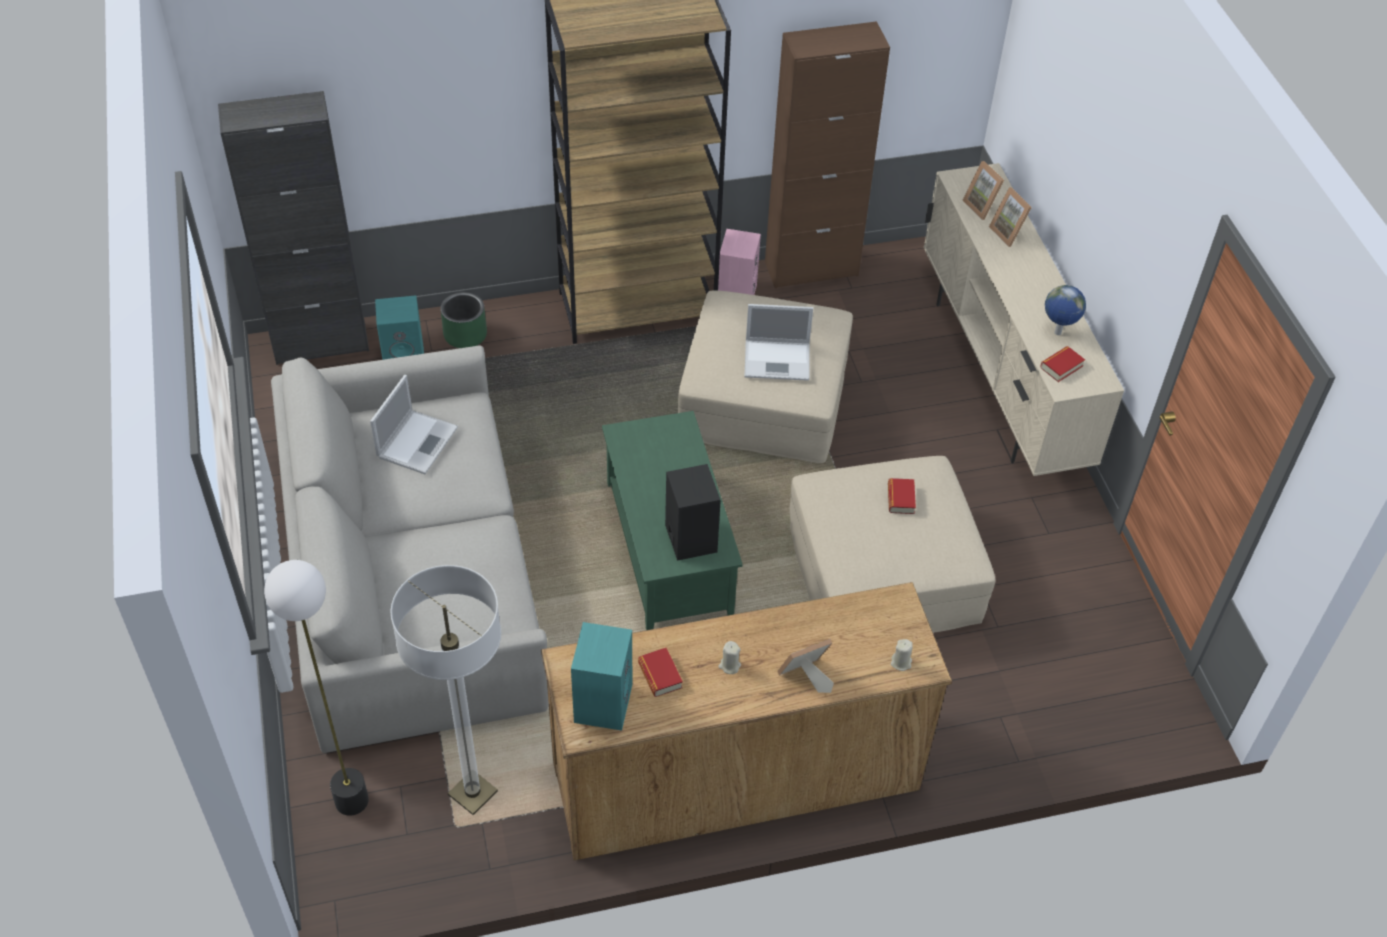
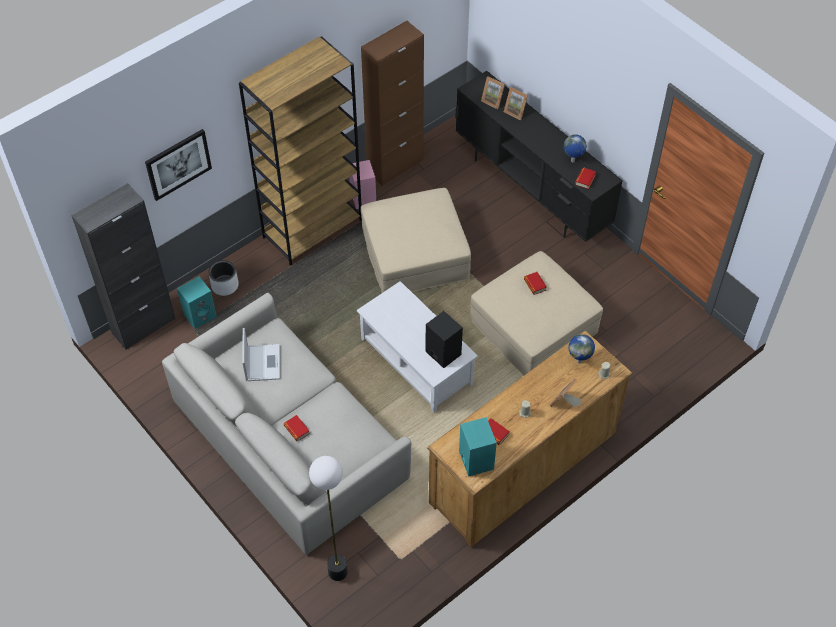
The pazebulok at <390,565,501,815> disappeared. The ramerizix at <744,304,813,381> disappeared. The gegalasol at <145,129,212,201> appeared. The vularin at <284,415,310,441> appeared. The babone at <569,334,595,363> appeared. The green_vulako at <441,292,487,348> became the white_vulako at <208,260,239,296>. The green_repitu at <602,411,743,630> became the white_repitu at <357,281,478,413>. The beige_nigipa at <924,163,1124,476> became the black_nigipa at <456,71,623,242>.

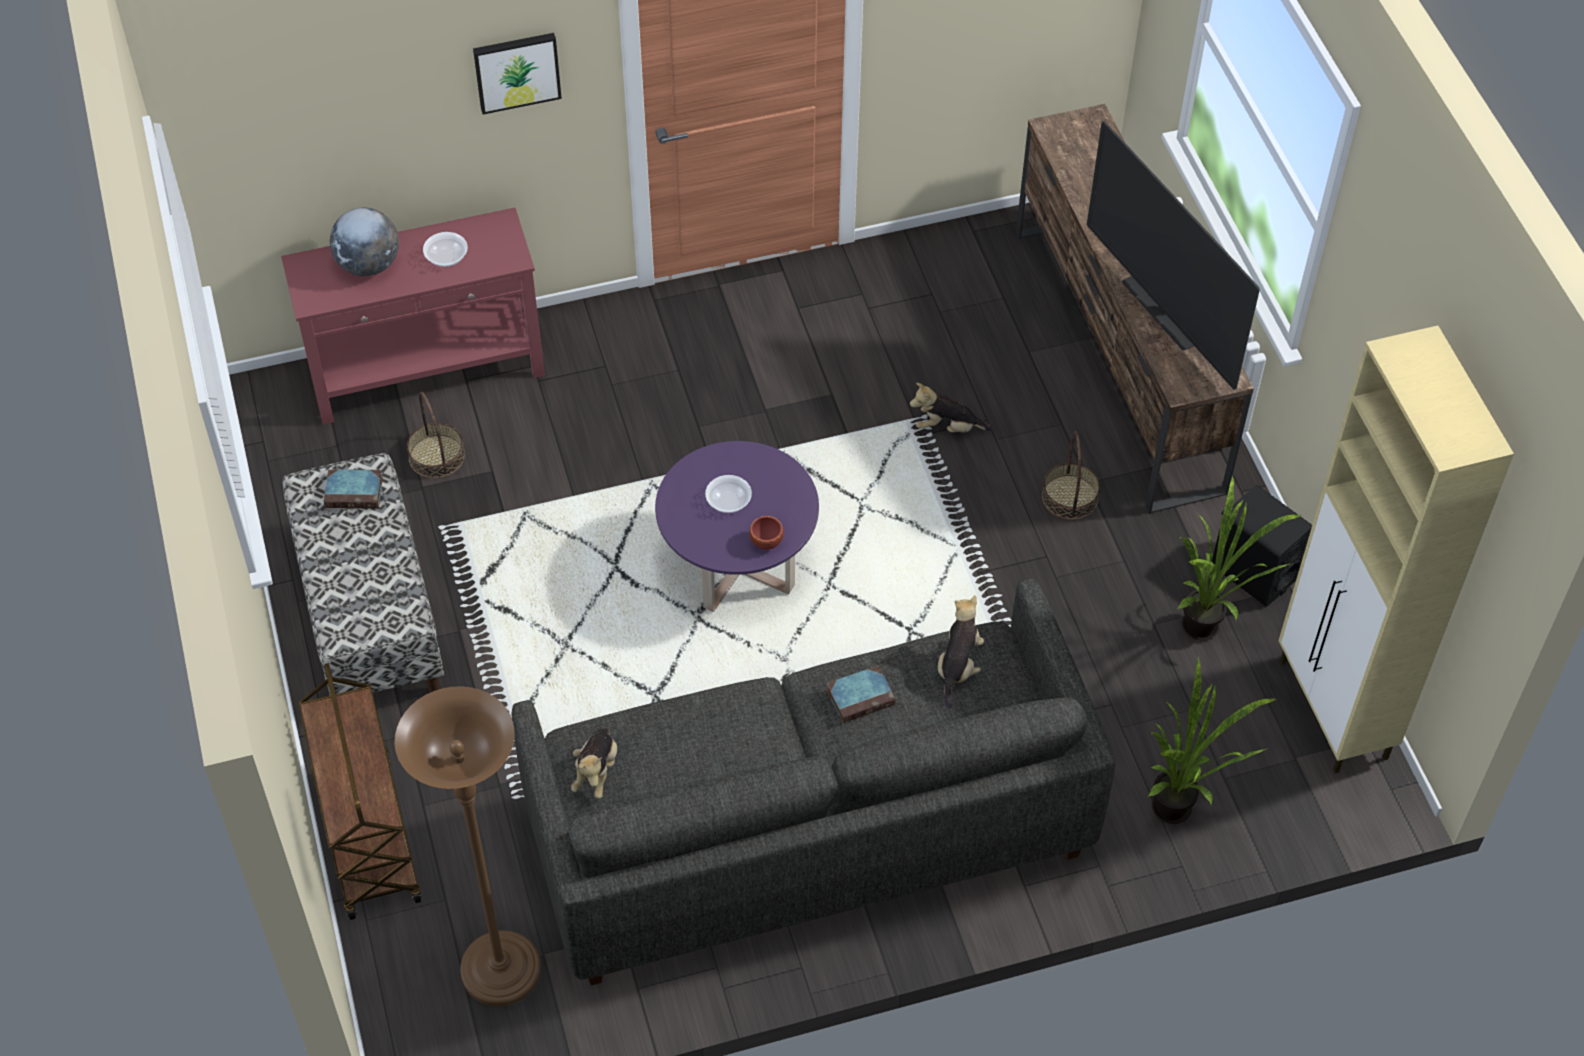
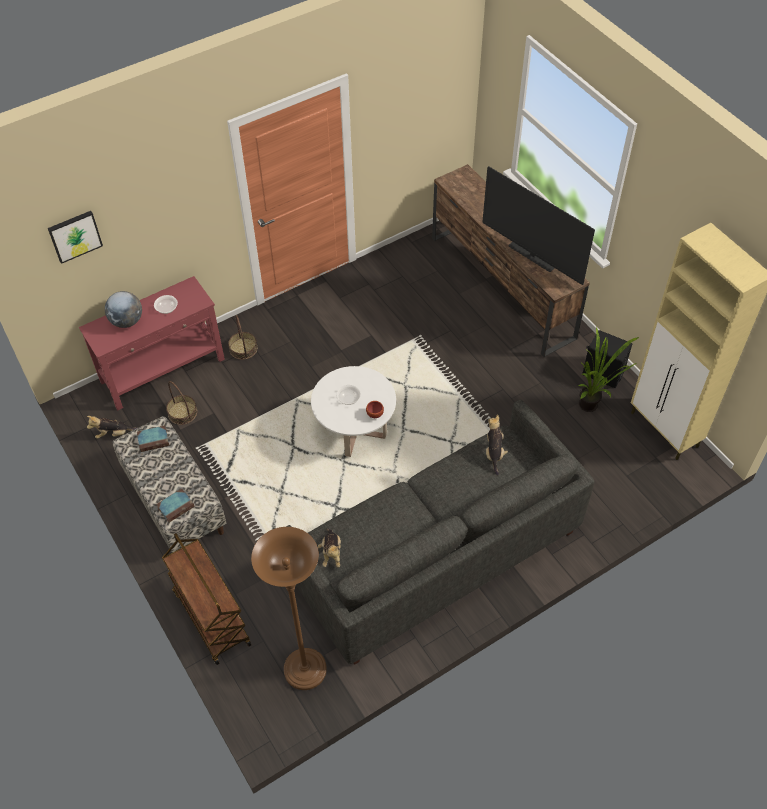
The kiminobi at <1147,656,1276,824> disappeared. The gegalasol moved from <473,33,562,115> to <48,211,103,264>. The vularin moved from <826,666,896,723> to <156,488,194,522>. The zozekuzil moved from <910,383,993,433> to <87,416,137,438>. The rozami moved from <1042,431,1100,520> to <228,315,258,360>. The purple_repitu at <655,441,819,612> became the white_repitu at <311,366,396,457>.

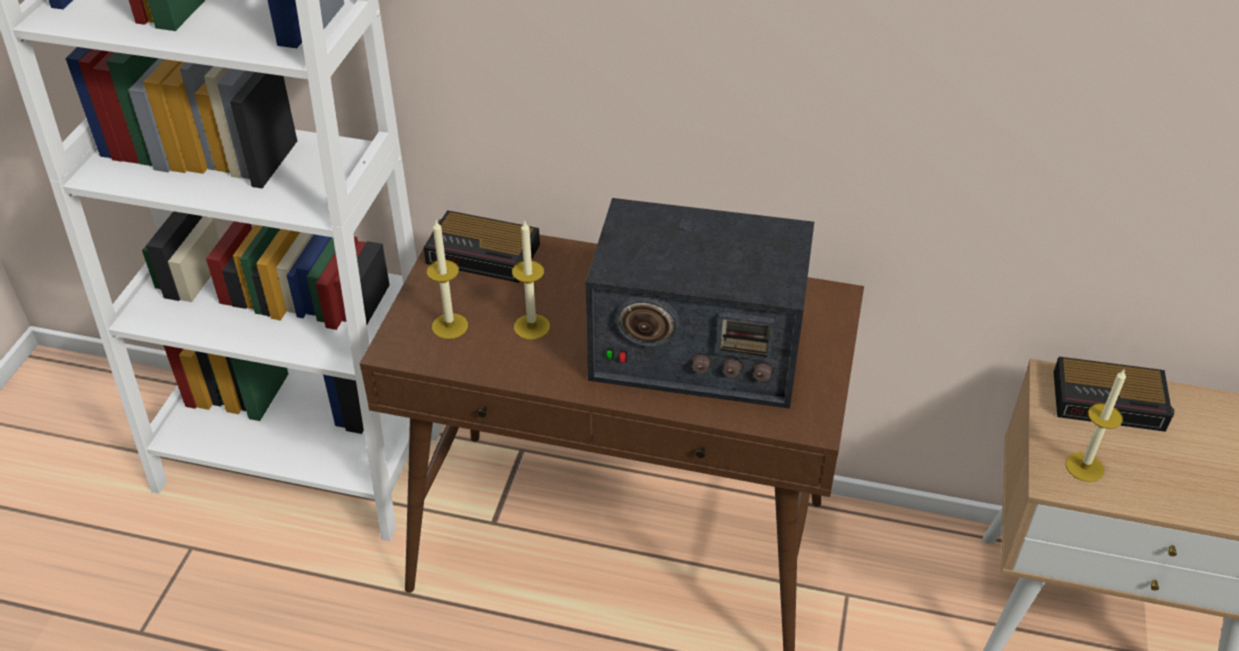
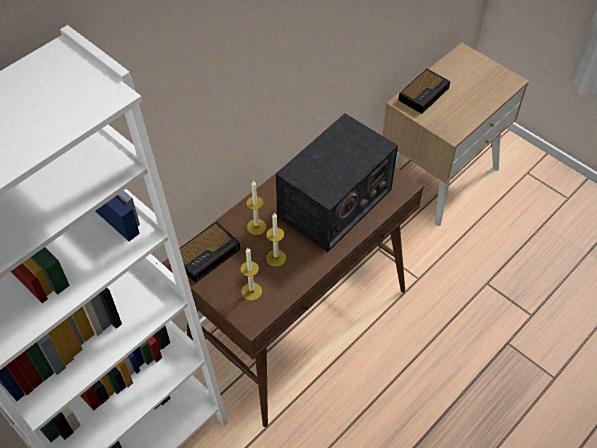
The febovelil moved from <1066,368,1126,482> to <246,181,266,235>.

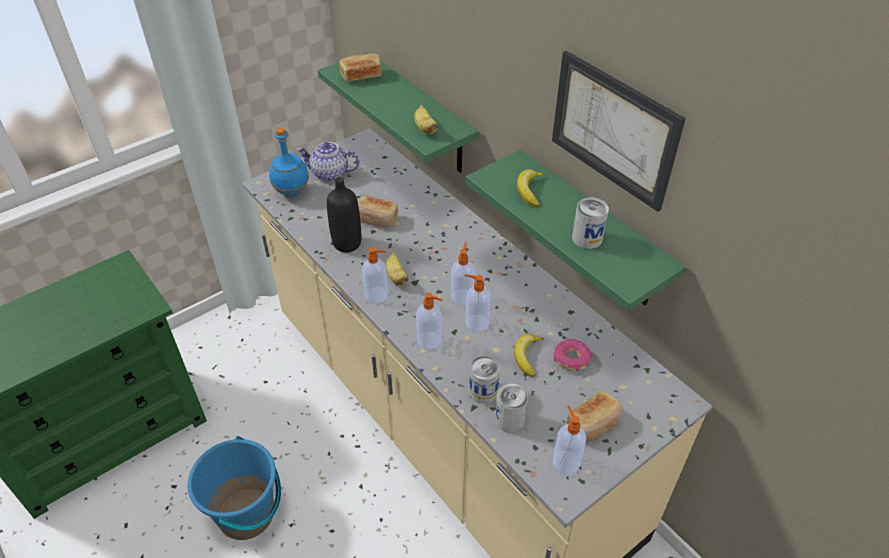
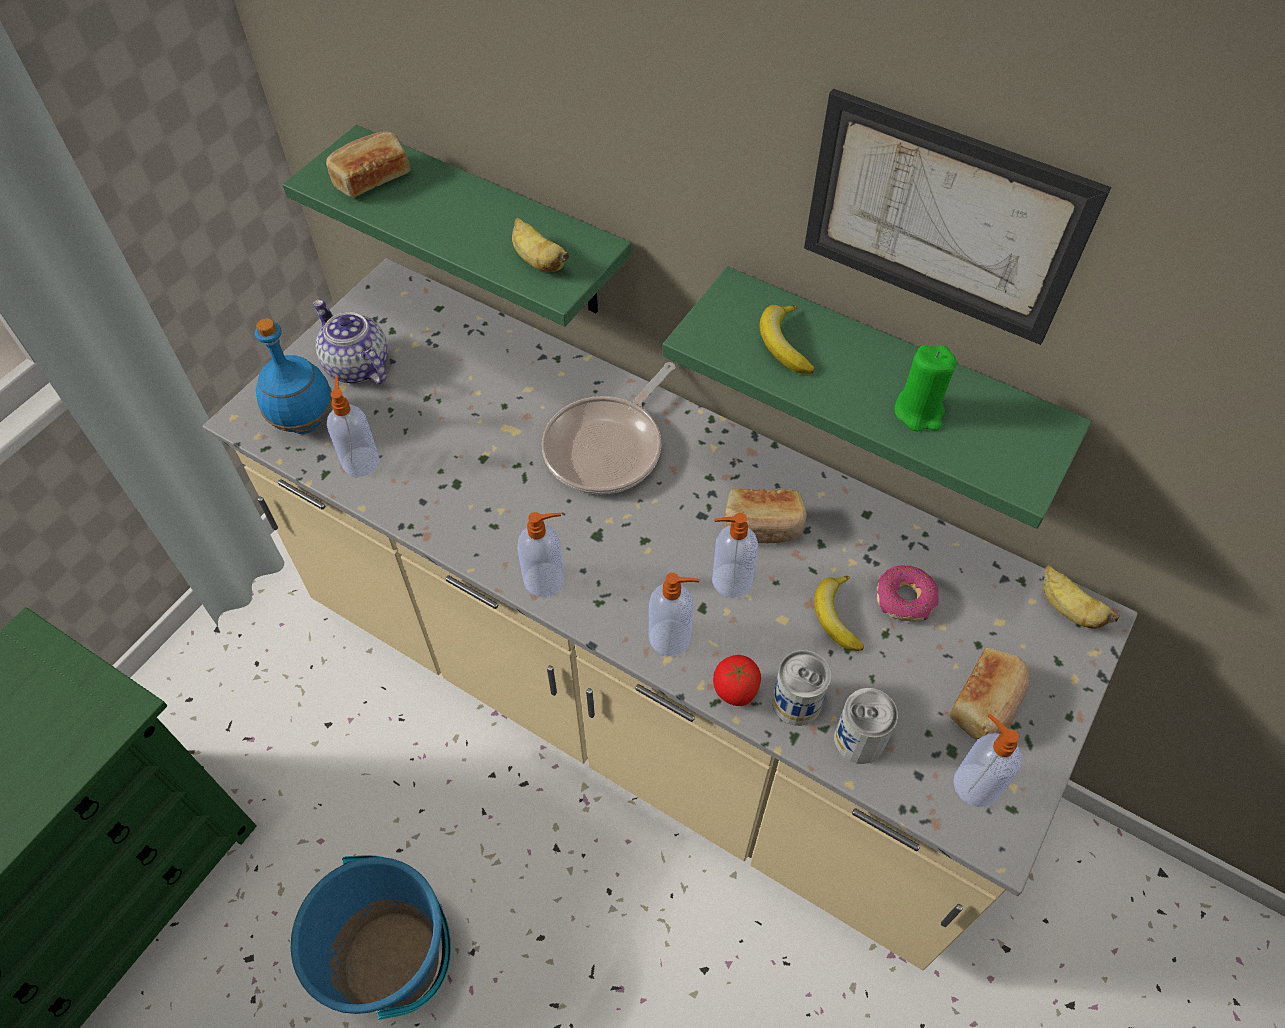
The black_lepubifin at <327,177,361,253> disappeared. The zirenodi at <542,362,675,495> appeared. The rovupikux at <713,655,761,706> appeared. The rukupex moved from <358,195,398,227> to <723,488,807,543>. The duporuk moved from <386,252,409,285> to <1043,565,1119,629>. The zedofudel moved from <451,242,475,305> to <327,376,380,476>. The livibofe at <572,197,609,249> was replaced by the green_febovelil at <894,345,957,431>. The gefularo at <296,142,360,181> turned 60 degrees clockwise.

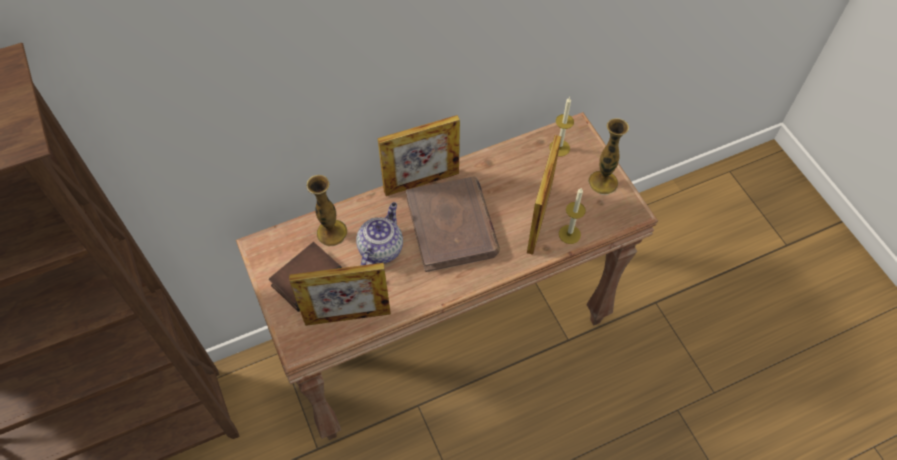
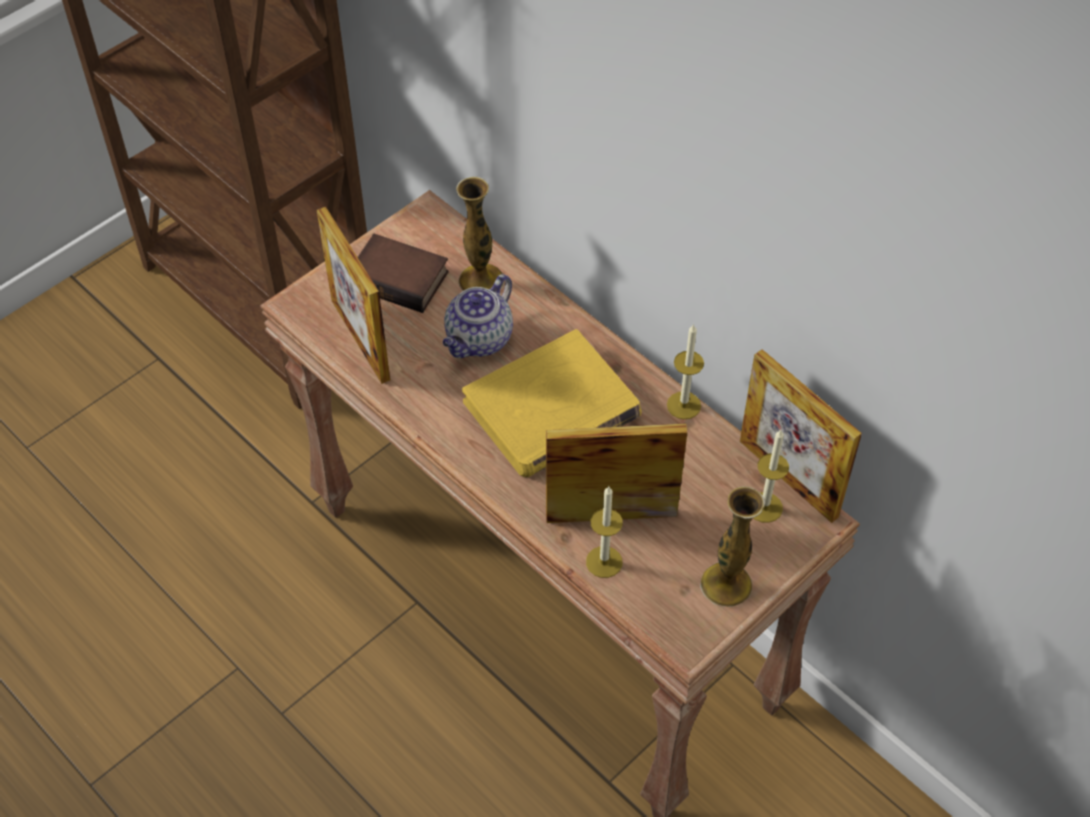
The febovelil at <667,324,704,419> appeared. The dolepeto moved from <378,115,460,196> to <740,349,862,523>. The brown_vularin at <406,176,500,272> became the yellow_vularin at <462,329,641,477>. The gefularo at <356,202,403,265> turned 120 degrees clockwise.

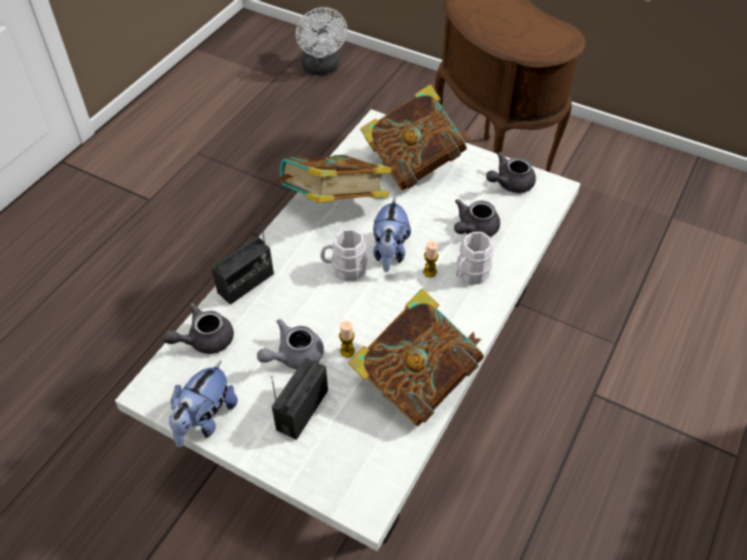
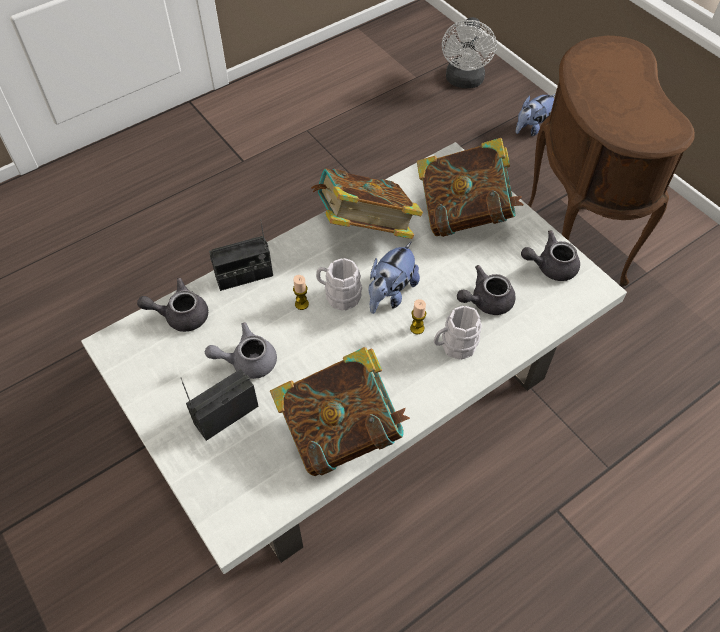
The zozekuzil moved from <169,360,238,448> to <516,94,555,136>. The febovelil moved from <339,321,355,357> to <293,275,309,310>.

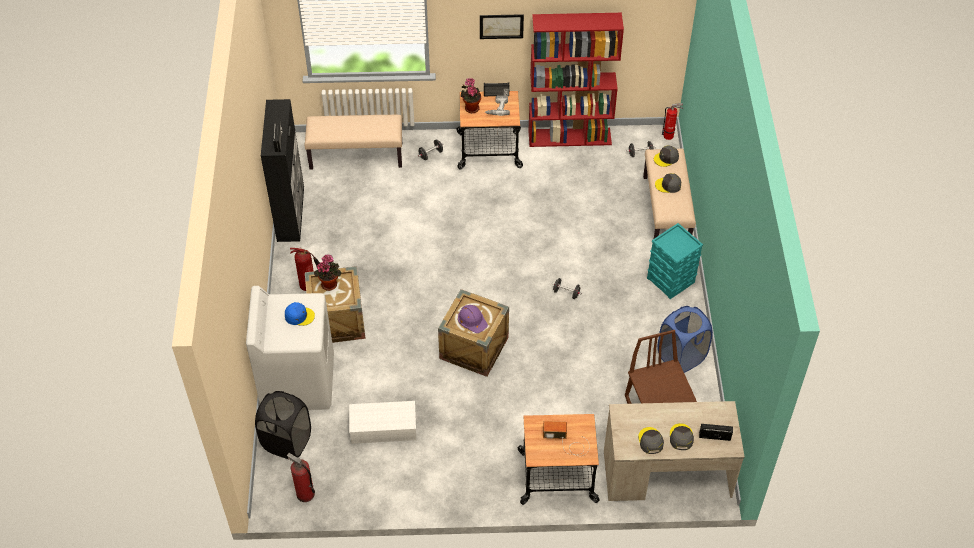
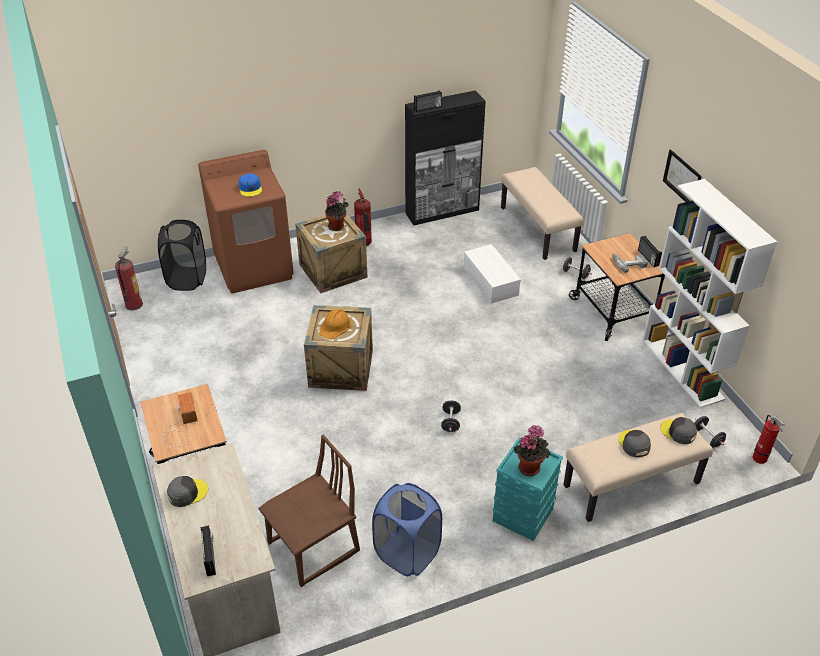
The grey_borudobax at <670,423,694,450> disappeared. The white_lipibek moved from <349,401,416,444> to <464,244,521,304>. The kiminobi moved from <461,78,481,113> to <514,425,550,476>. The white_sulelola at <246,286,334,410> became the brown_sulelola at <198,150,294,293>. The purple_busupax at <458,305,488,333> became the orange_busupax at <319,309,351,340>. The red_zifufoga at <528,13,624,147> became the white_zifufoga at <642,179,777,408>.

